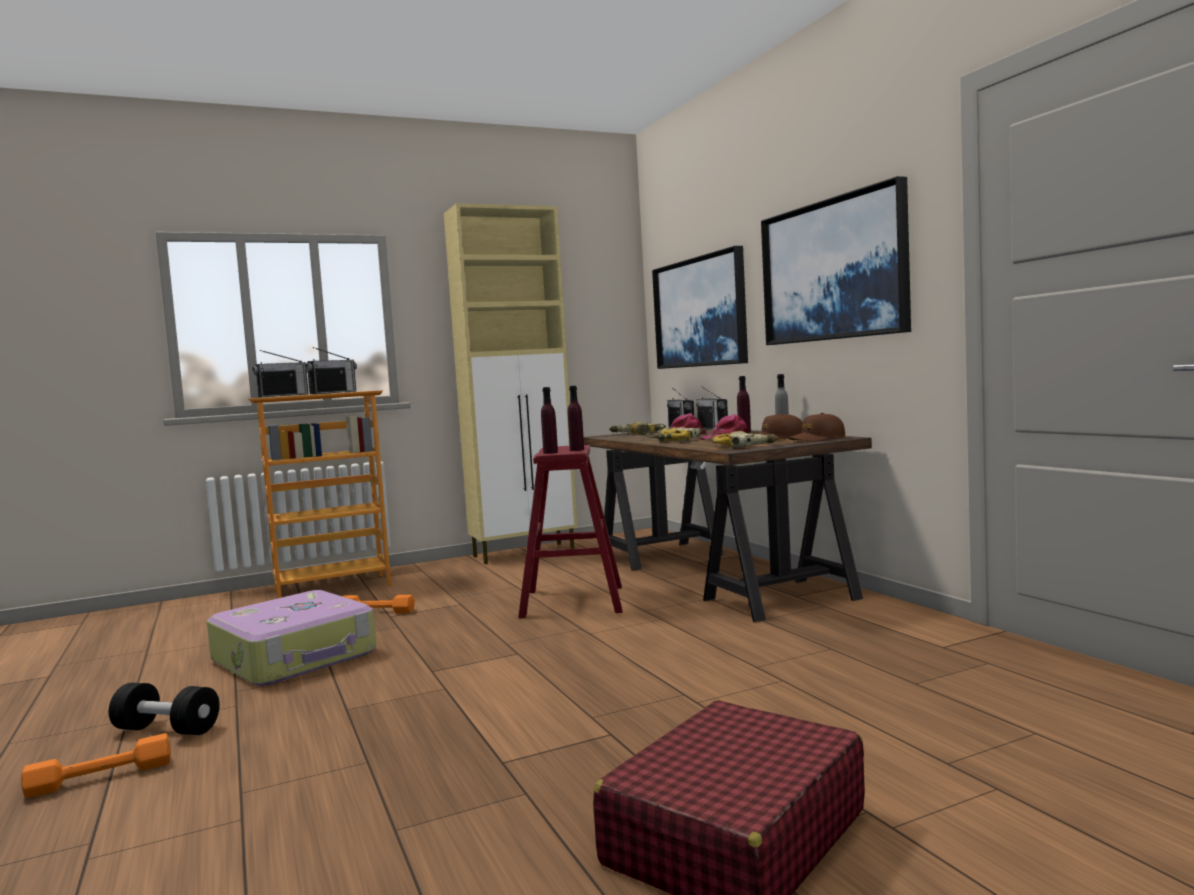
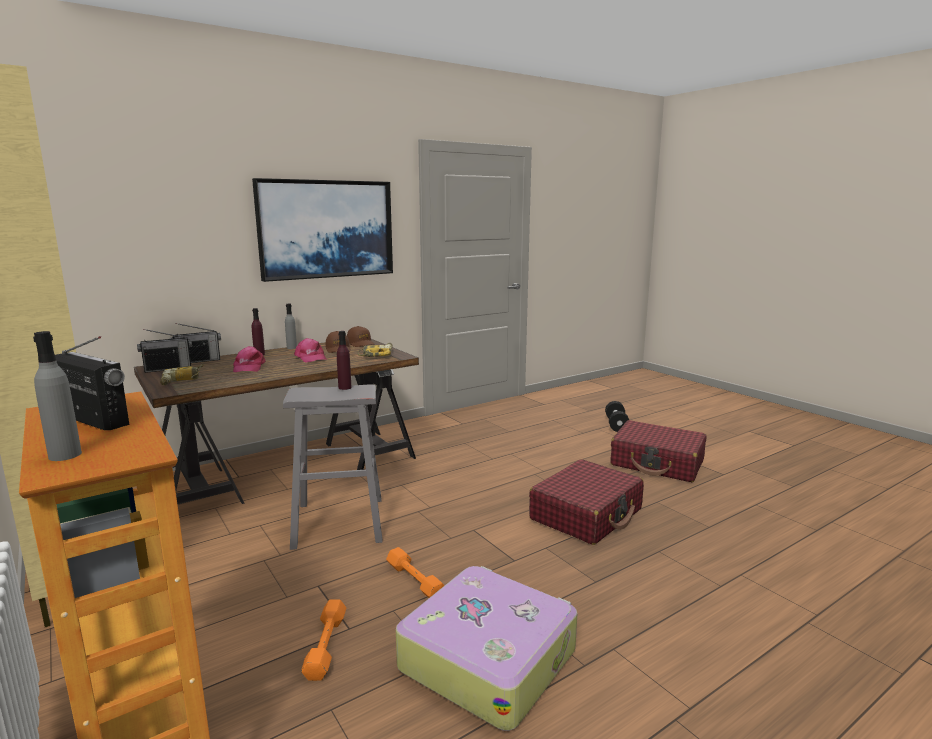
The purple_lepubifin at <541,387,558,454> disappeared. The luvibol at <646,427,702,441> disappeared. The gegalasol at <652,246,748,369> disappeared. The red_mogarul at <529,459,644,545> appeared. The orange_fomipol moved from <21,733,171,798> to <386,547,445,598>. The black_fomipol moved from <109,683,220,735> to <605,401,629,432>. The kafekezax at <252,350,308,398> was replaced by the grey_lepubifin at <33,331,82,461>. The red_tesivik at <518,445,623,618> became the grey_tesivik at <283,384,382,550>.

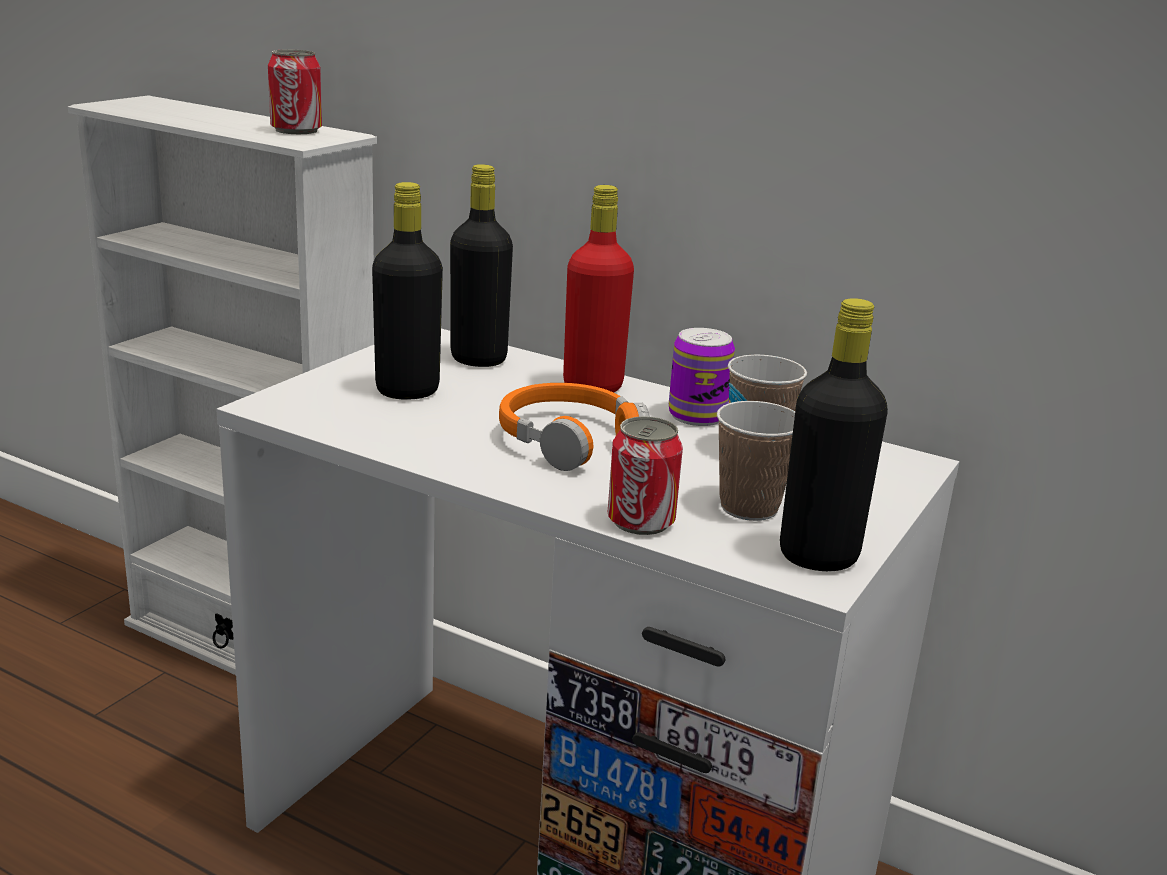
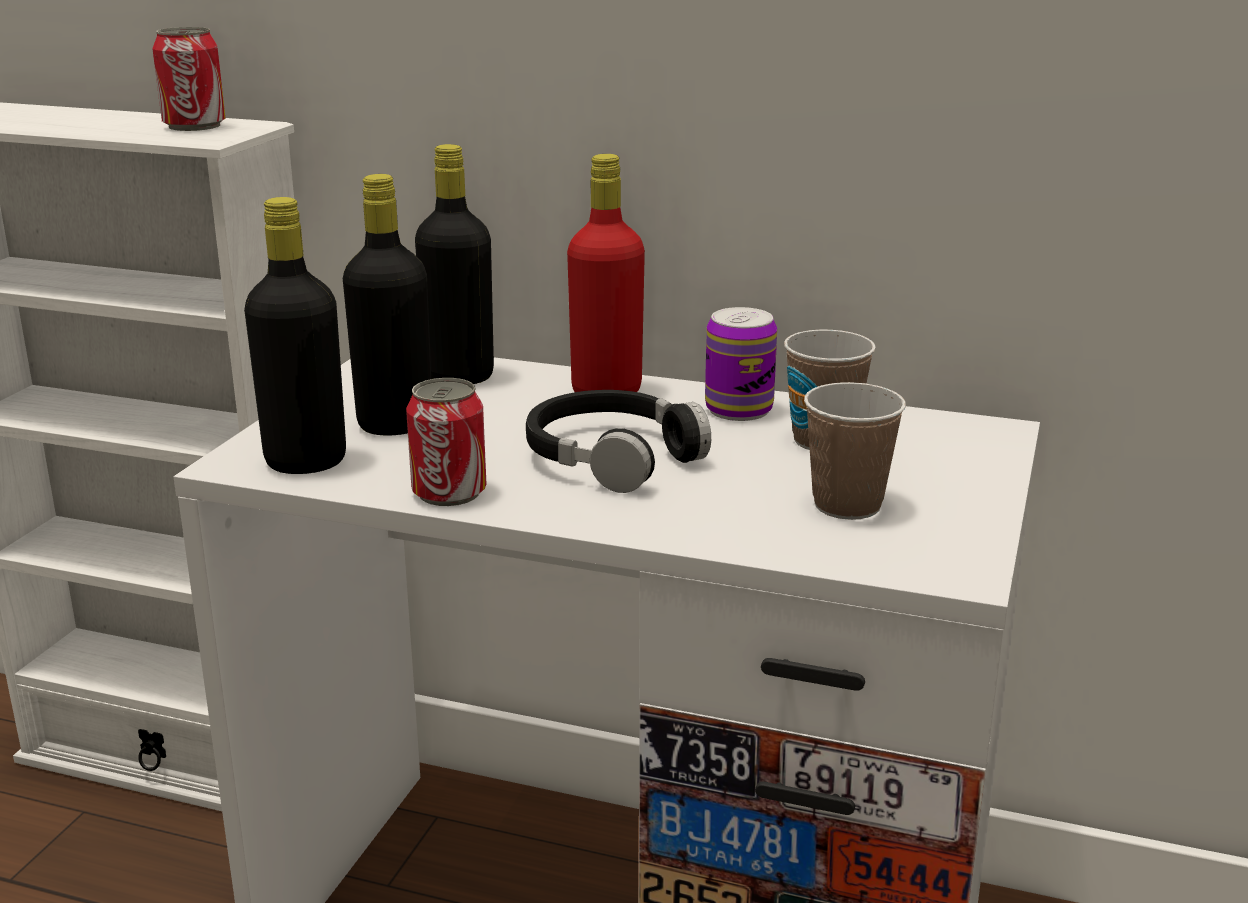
The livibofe moved from <608,416,683,535> to <406,378,486,506>. The black_lepubifin moved from <780,298,888,571> to <244,197,346,474>. The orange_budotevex at <499,383,649,471> became the black_budotevex at <526,390,711,493>.

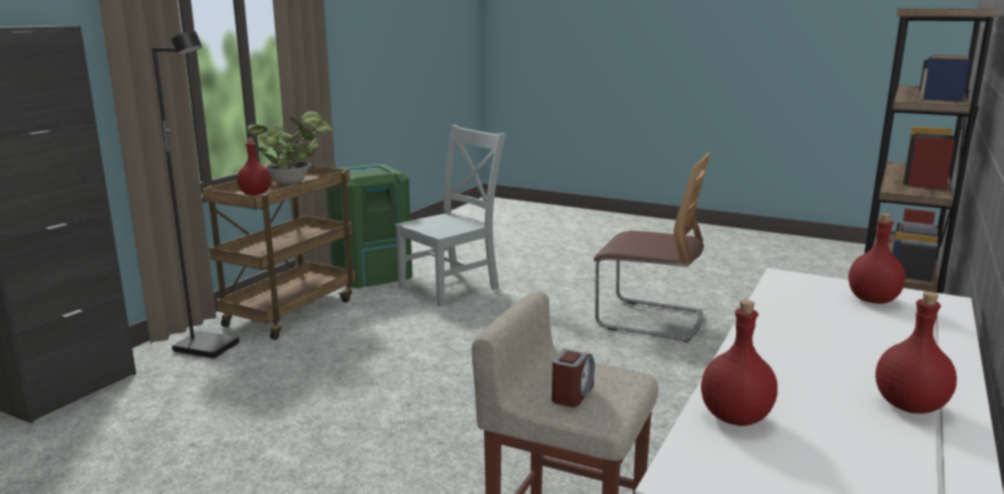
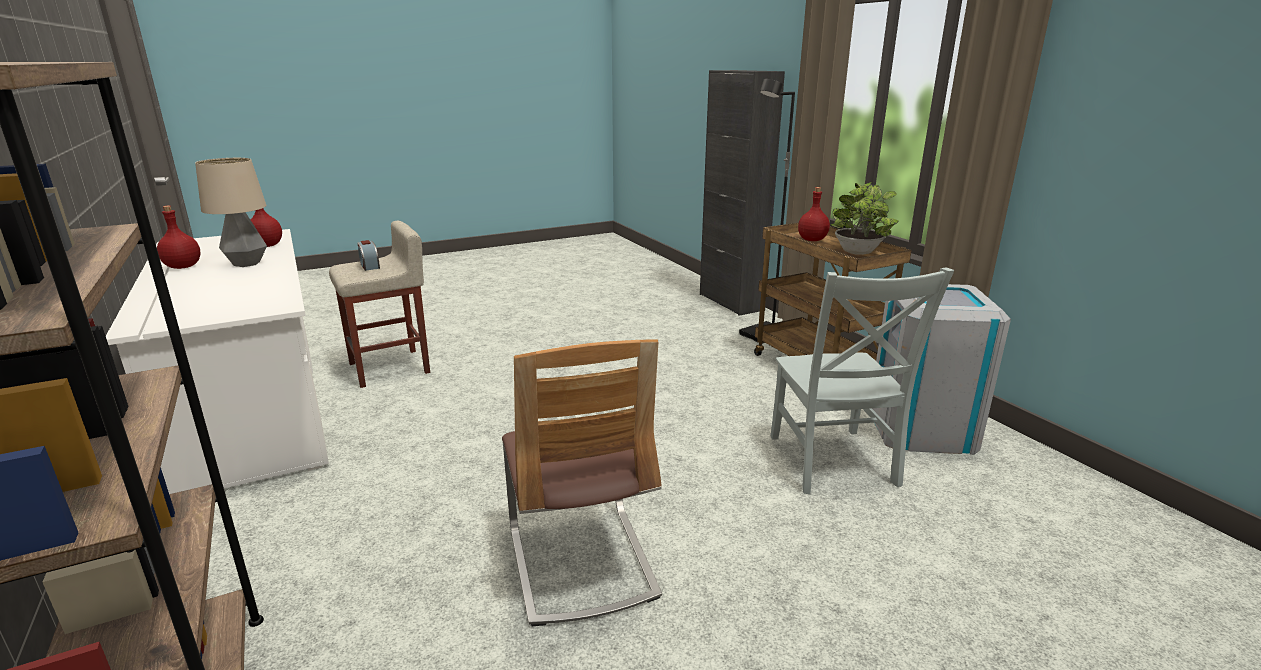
The red_lepubifin at <848,213,905,304> disappeared. The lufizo at <195,158,267,267> appeared. The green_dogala at <327,164,413,288> became the grey_dogala at <872,284,1011,455>. The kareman at <594,152,710,343> turned 75 degrees counterclockwise.

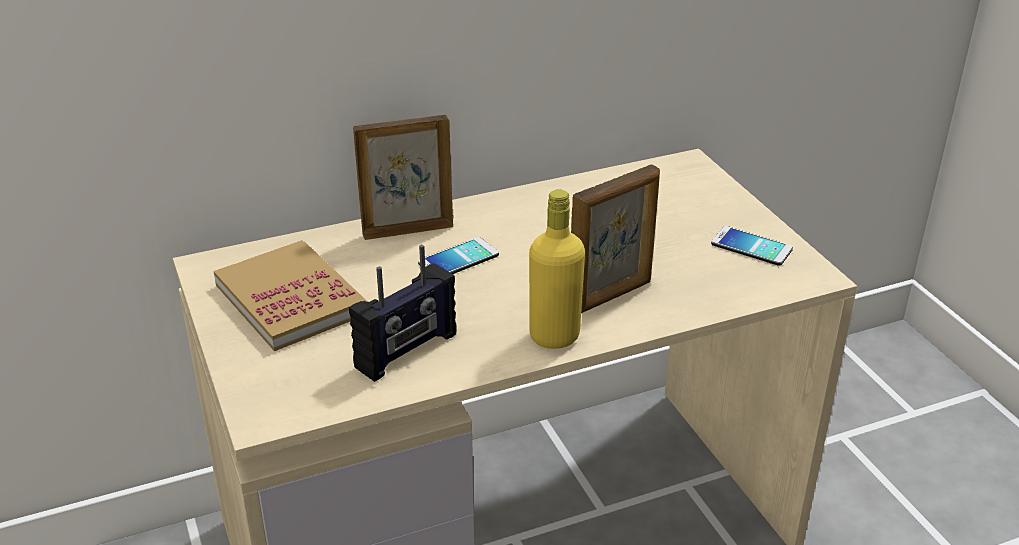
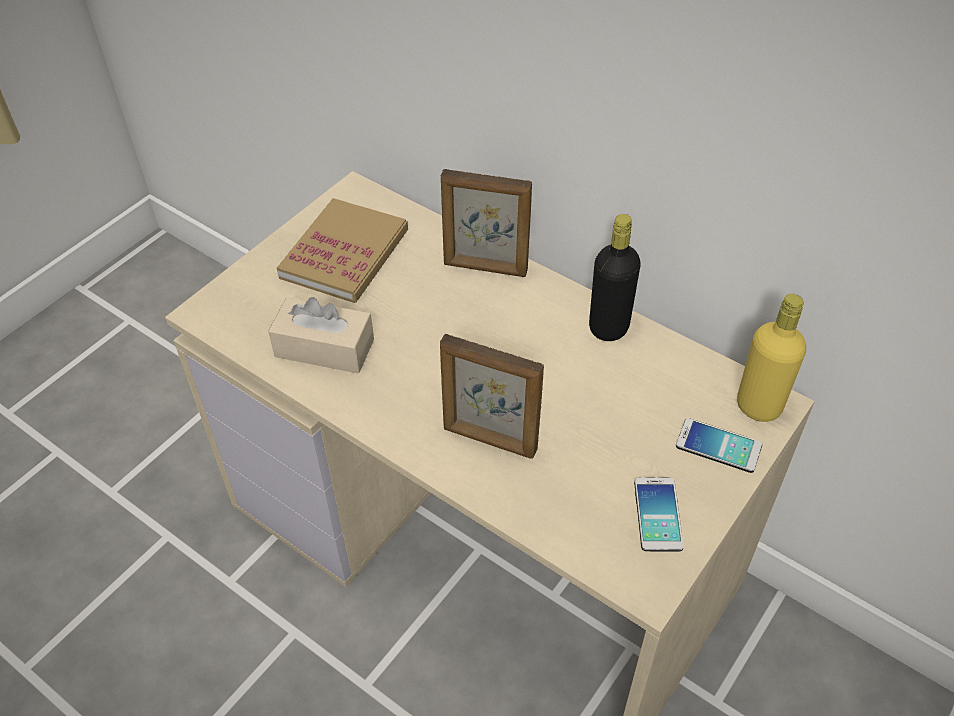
The black_lepubifin at <589,214,641,341> appeared. The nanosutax moved from <418,237,499,274> to <676,418,762,473>. The yellow_lepubifin moved from <529,190,585,349> to <737,294,806,422>. The kafekezax at <349,245,457,382> was replaced by the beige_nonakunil at <268,297,374,374>. The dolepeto at <353,115,453,240> turned 150 degrees clockwise.

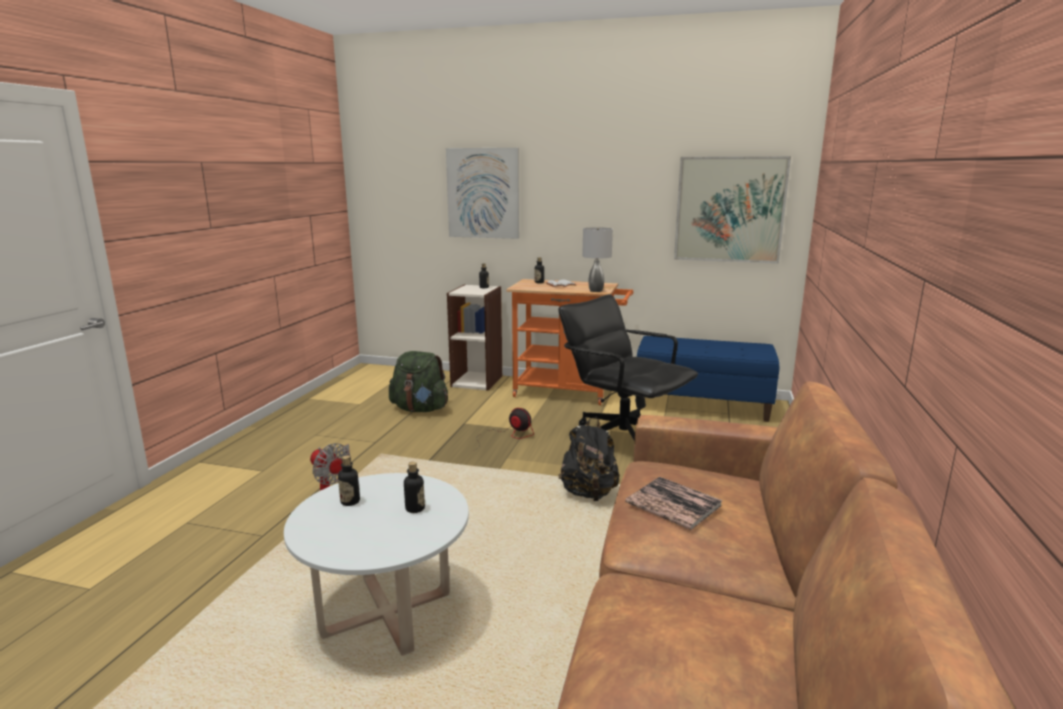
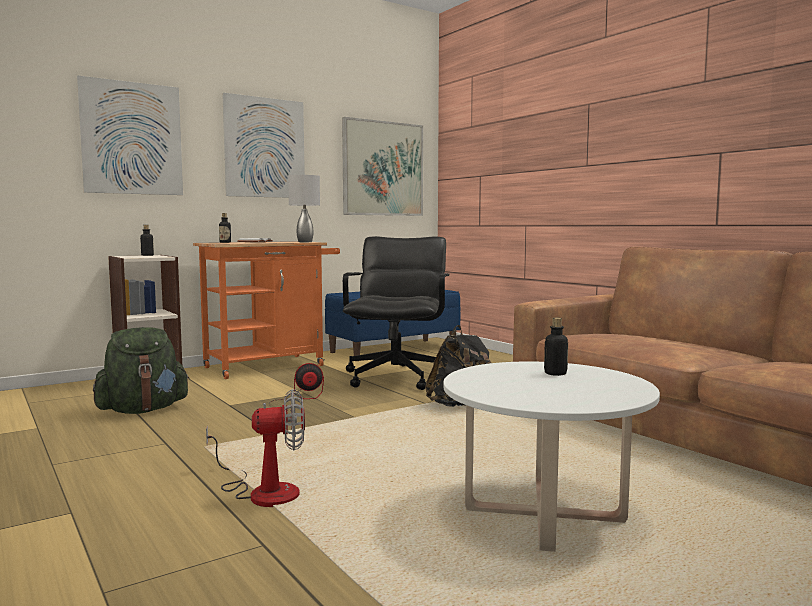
The lepubifin at <338,456,360,506> disappeared. The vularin at <625,477,723,530> disappeared. The gegalasol at <222,93,305,198> appeared. The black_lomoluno at <559,294,698,441> turned 105 degrees clockwise.

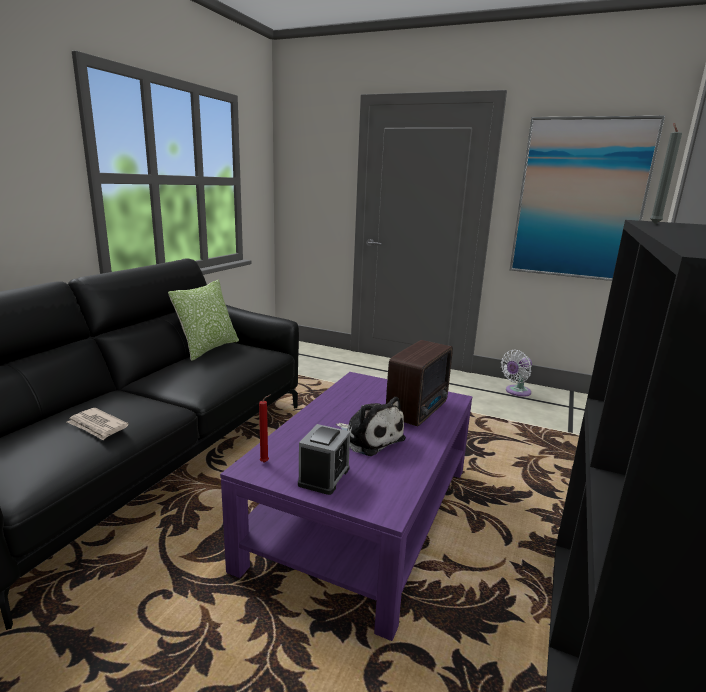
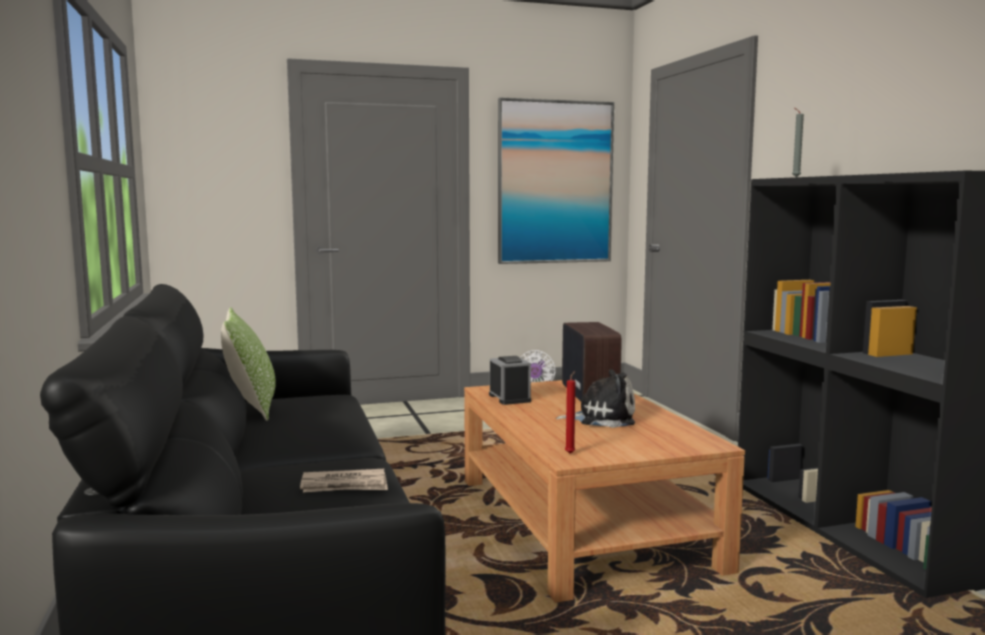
The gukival moved from <298,424,350,495> to <489,356,531,405>. The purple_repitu at <220,372,472,641> became the brown_repitu at <464,380,745,603>.

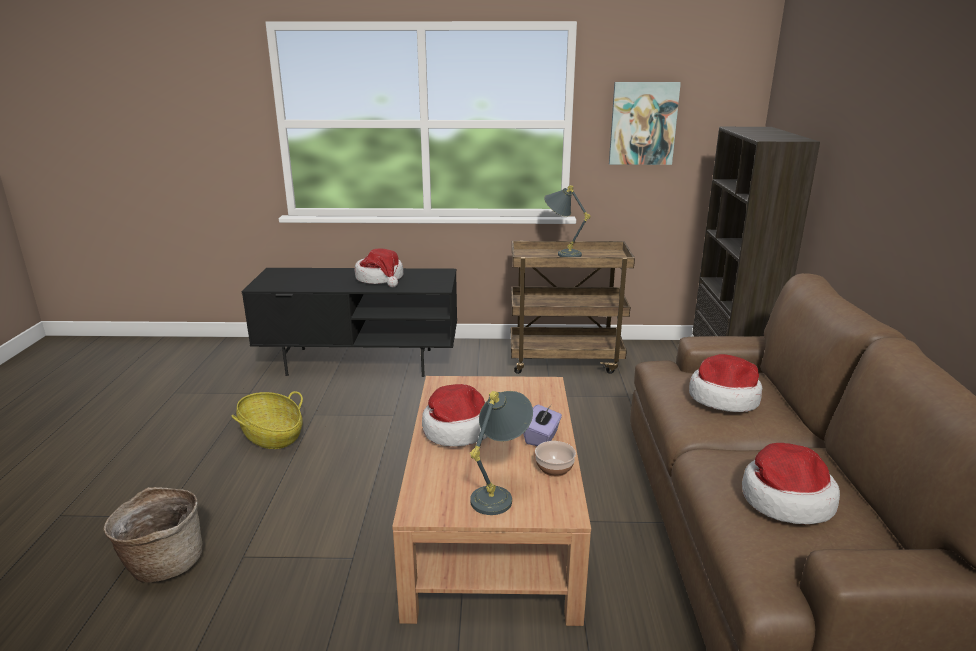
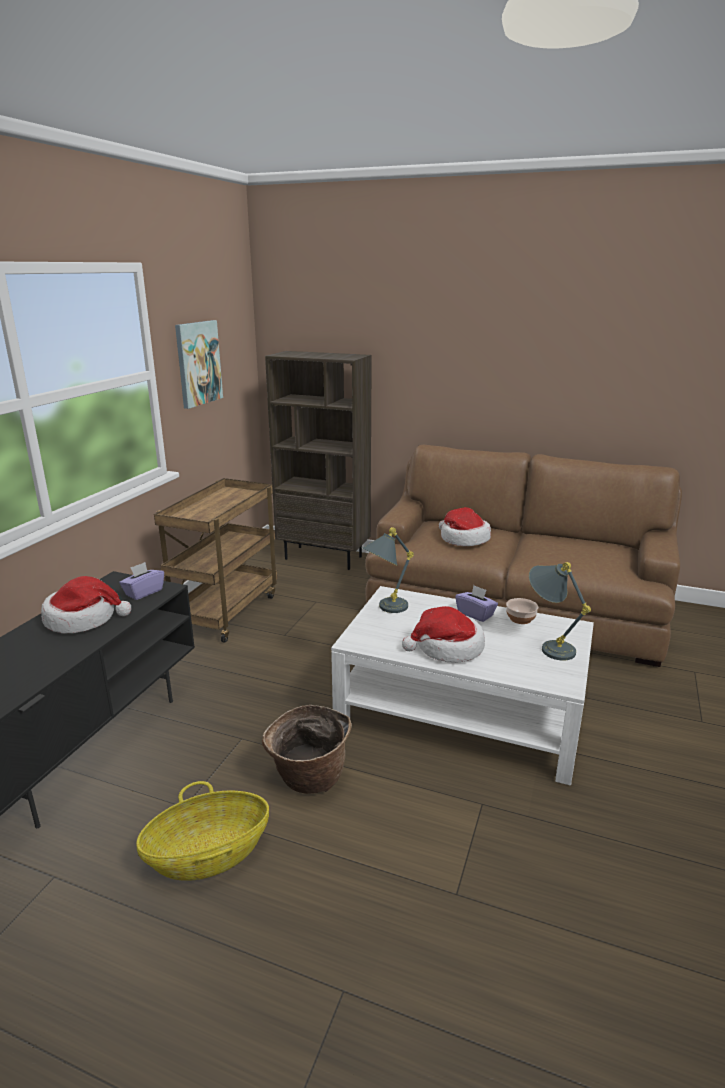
The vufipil at <742,443,840,524> disappeared. The purple_nonakunil at <119,562,164,600> appeared. The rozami moved from <104,487,202,582> to <262,705,352,794>. The grey_lufizo moved from <544,185,590,257> to <362,527,414,613>. The brown_repitu at <392,376,591,626> became the white_repitu at <331,586,594,786>.

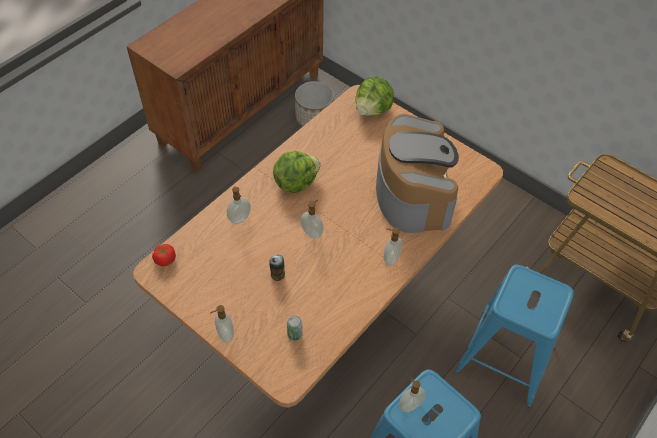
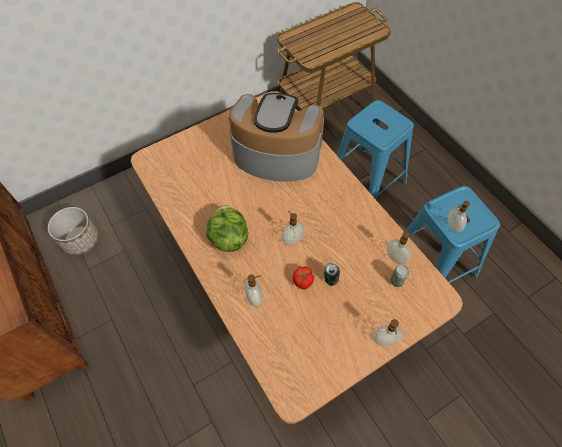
The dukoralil at <356,77,394,116> disappeared. The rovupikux moved from <152,244,176,266> to <292,266,314,290>. The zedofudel moved from <384,228,402,266> to <387,232,412,264>.

